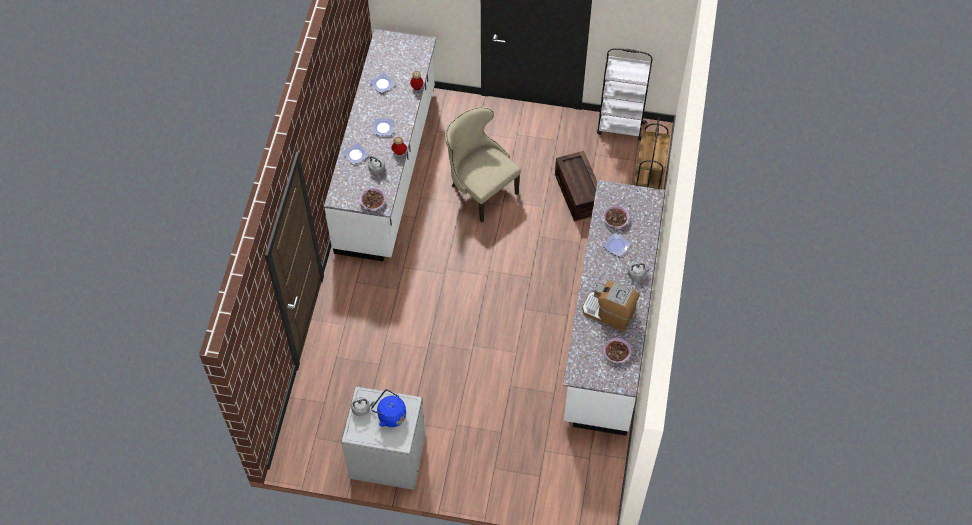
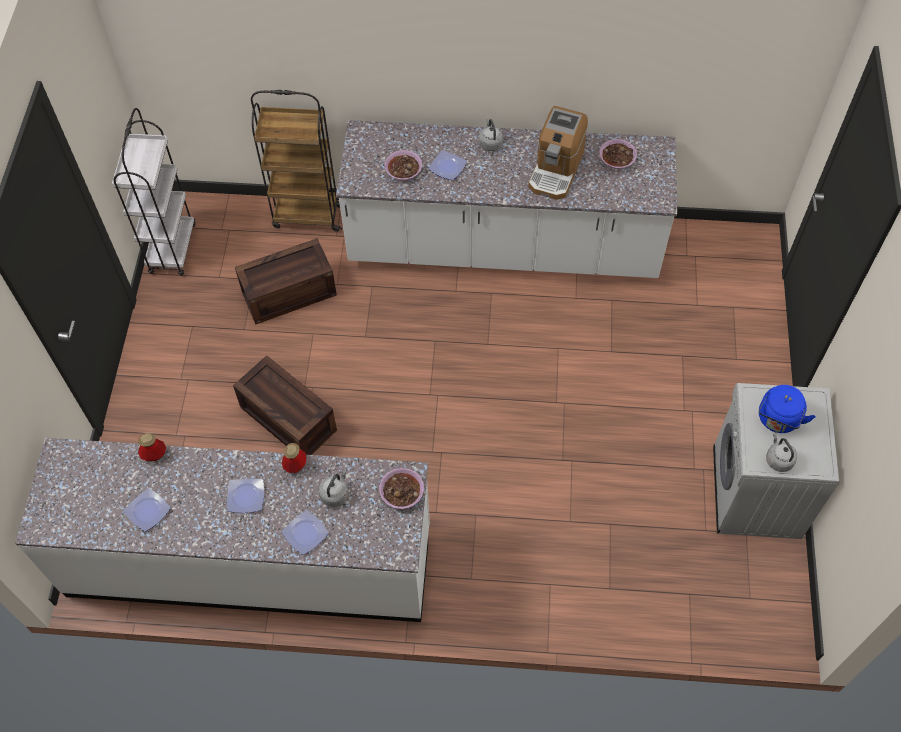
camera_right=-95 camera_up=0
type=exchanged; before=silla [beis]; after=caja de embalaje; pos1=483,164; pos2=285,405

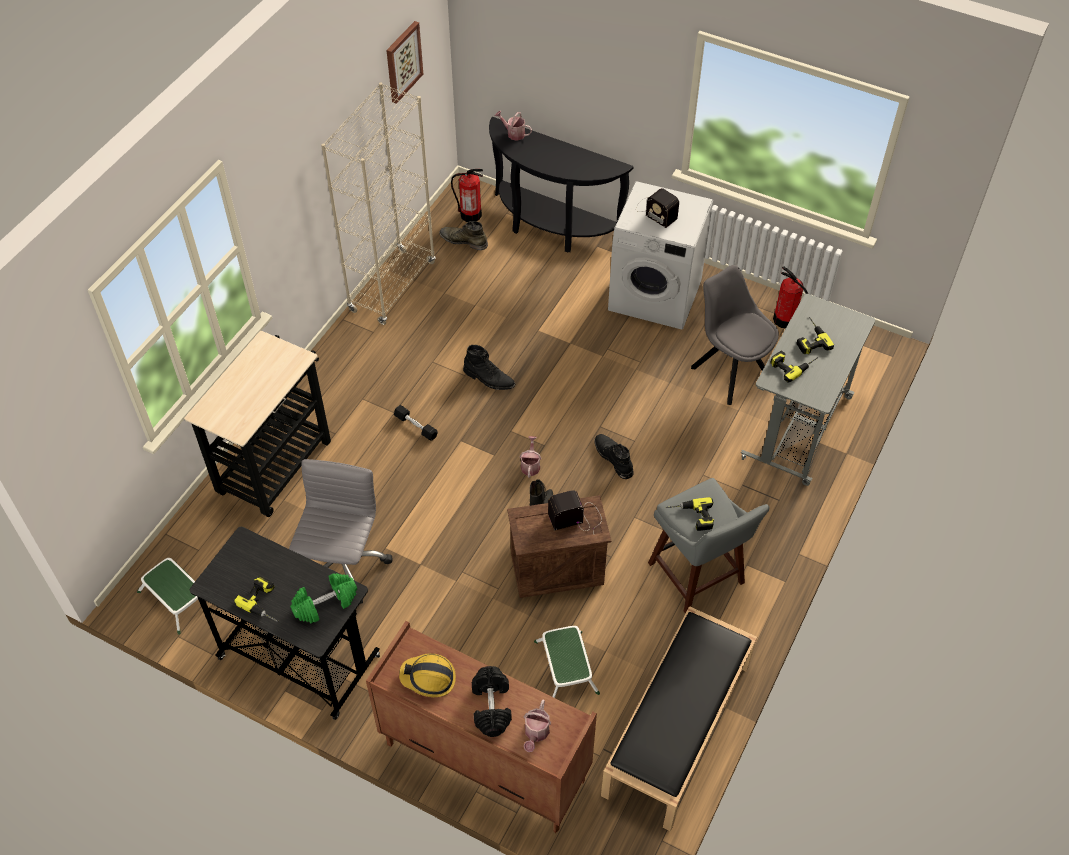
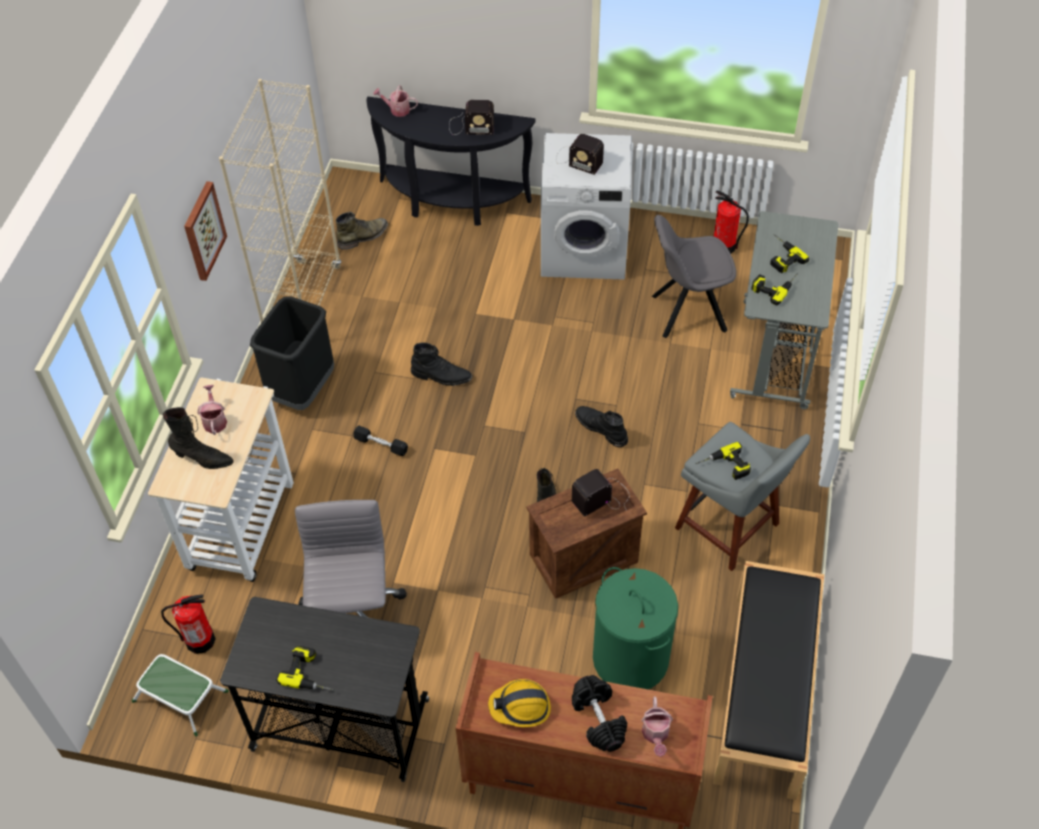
camera_right=-15 camera_up=0
type=colour; before=carrito [negro]; after=carrito [blanco]; pos1=257,424; pos2=221,480
type=missing; before=mancuerna [verde]; pos1=323,598
type=relocated; before=cuadro; pos1=404,62; pos2=205,231
type=spun; before=bota [verde]; pos1=463,235; pos2=362,230; turn=135
type=relocated; before=extintor; pos1=467,195; pos2=188,624
type=relocated; before=regadera; pos1=530,457; pos2=212,410
type=exchanged; before=escalera de tijera [verde]; after=cesto de la ropa [verde]; pos1=567,662; pos2=635,628
type=spun; before=silla [gris]; pos1=735,335; pos2=694,276; turn=-45
type=appeared; after=bota [negro]; pos2=198,438
type=appeared; after=papelera [negro]; pos2=292,353
type=appeared; after=radio; pos2=471,117

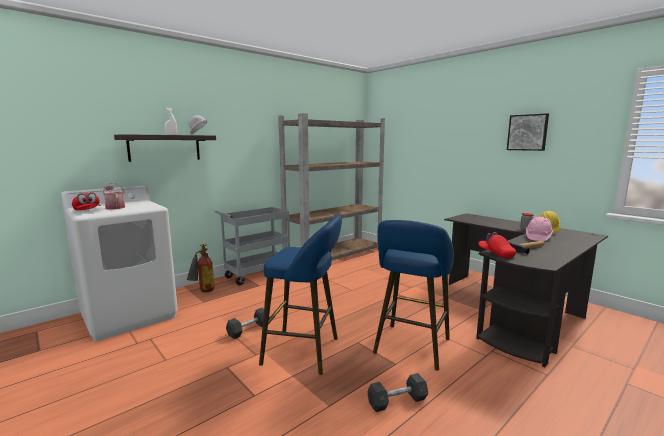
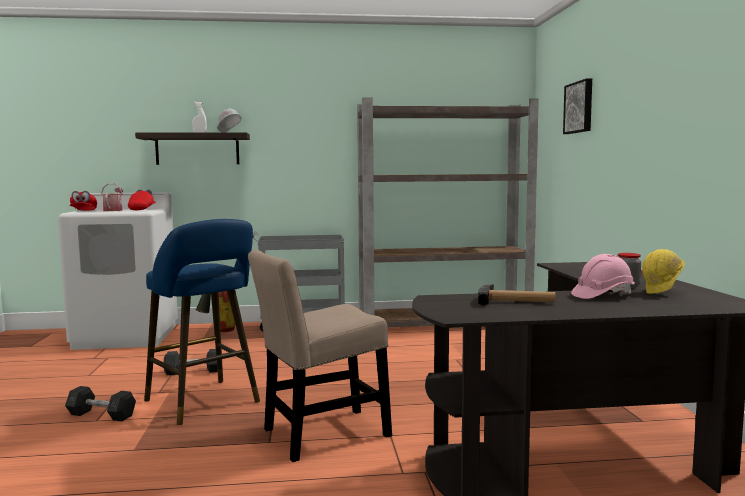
camera_right=35 camera_up=-5
type=relocated; before=mancuerna [gris]; pos1=397,392; pos2=100,403
type=exchanged; before=taburete [azul]; after=silla [beis]; pos1=413,295; pos2=320,356
type=relocated; before=gorra [rojo]; pos1=497,245; pos2=142,199
type=relocated; before=cuadro; pos1=528,132; pos2=577,106

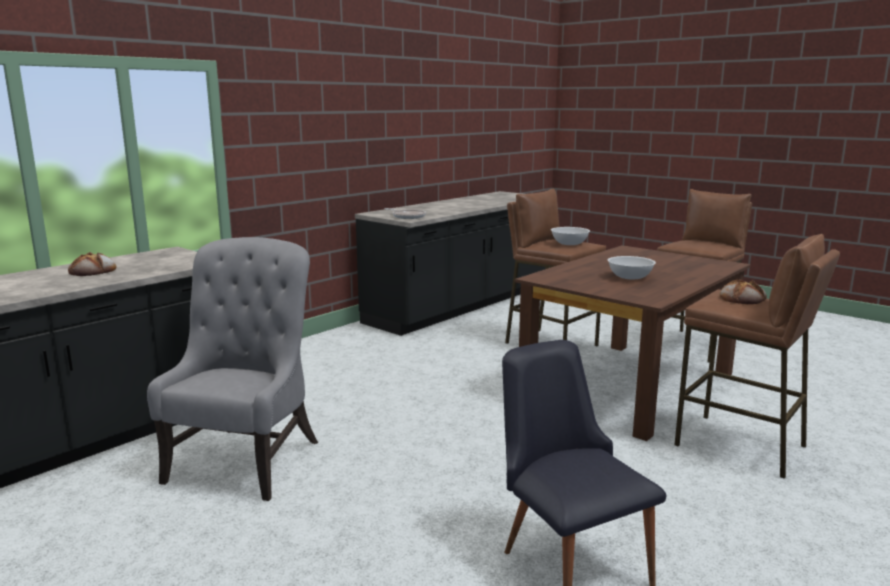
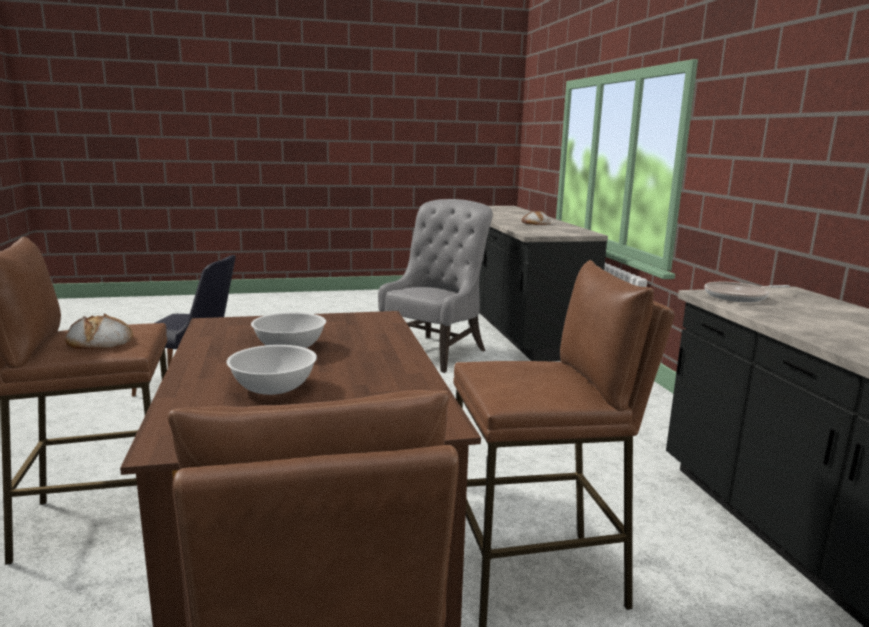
camera_right=125 camera_up=0
type=spun; before=silla [gris]; pos1=232,369; pos2=435,286; turn=-105
type=relocated; before=cuenco [blanco]; pos1=570,236; pos2=272,370

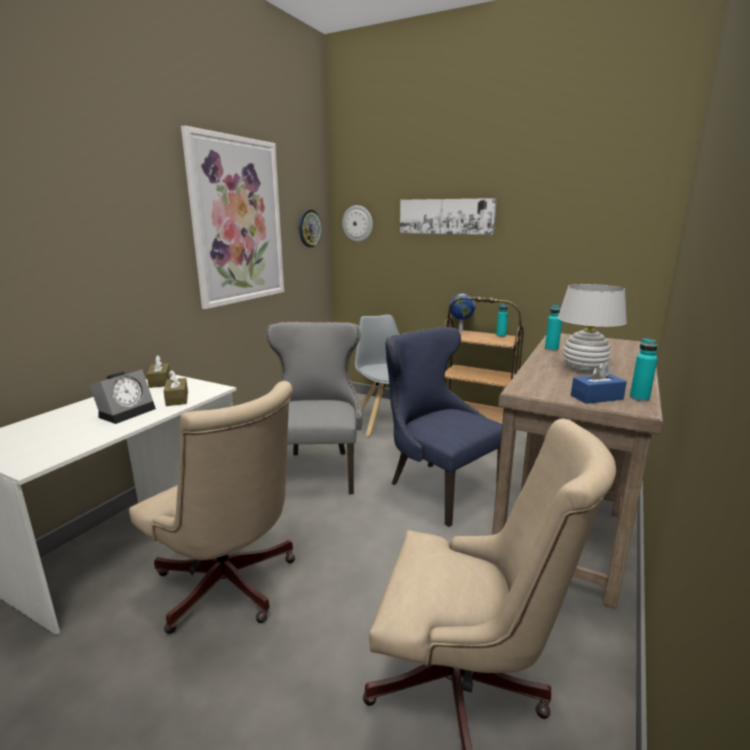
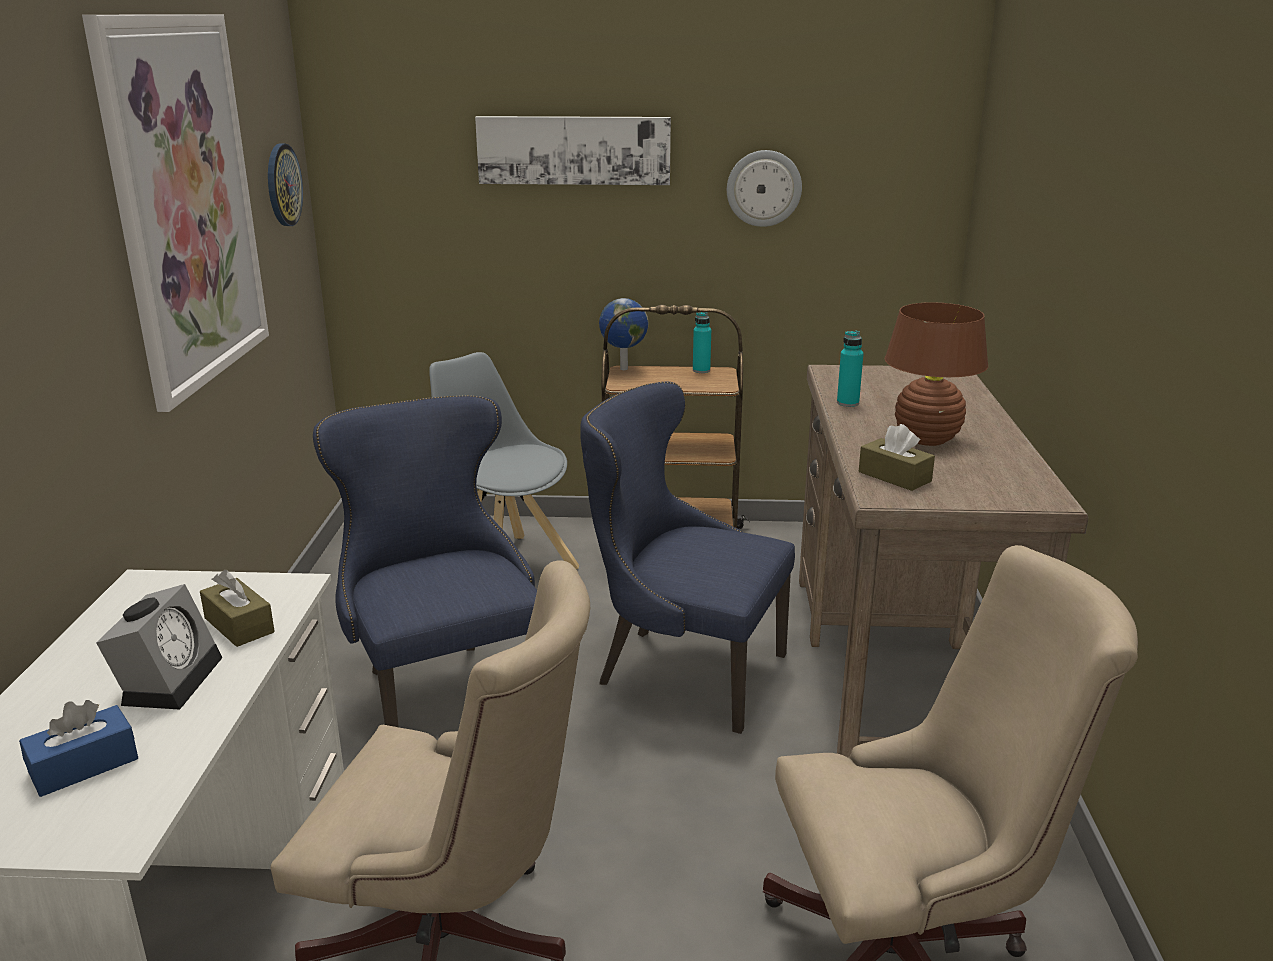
camera_right=-25 camera_up=5
type=relocated; before=caja de pañuelos [marrón]; pos1=159,371; pos2=897,457
type=colour; before=silla [gris]; after=silla [azul]; pos1=314,408; pos2=425,561
type=relocated; before=reloj de pared; pos1=357,223; pos2=764,188
type=colour; before=lámpara de mesa [blanco]; after=lámpara de mesa [marrón]; pos1=592,328; pos2=936,374
type=relocated; before=caja de pañuelos [azul]; pos1=599,383; pos2=78,748
type=missing; before=botella [turquesa]; pos1=644,369

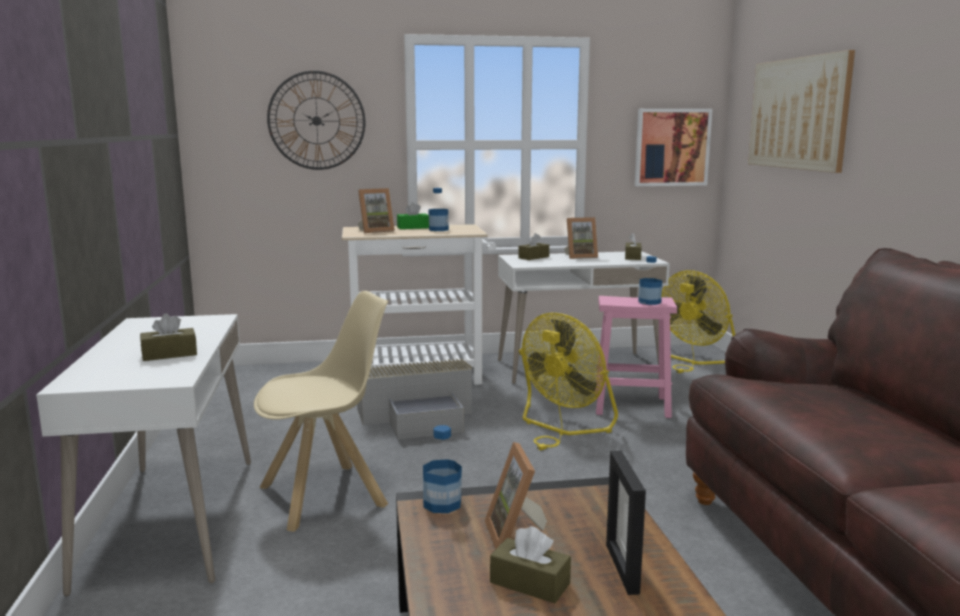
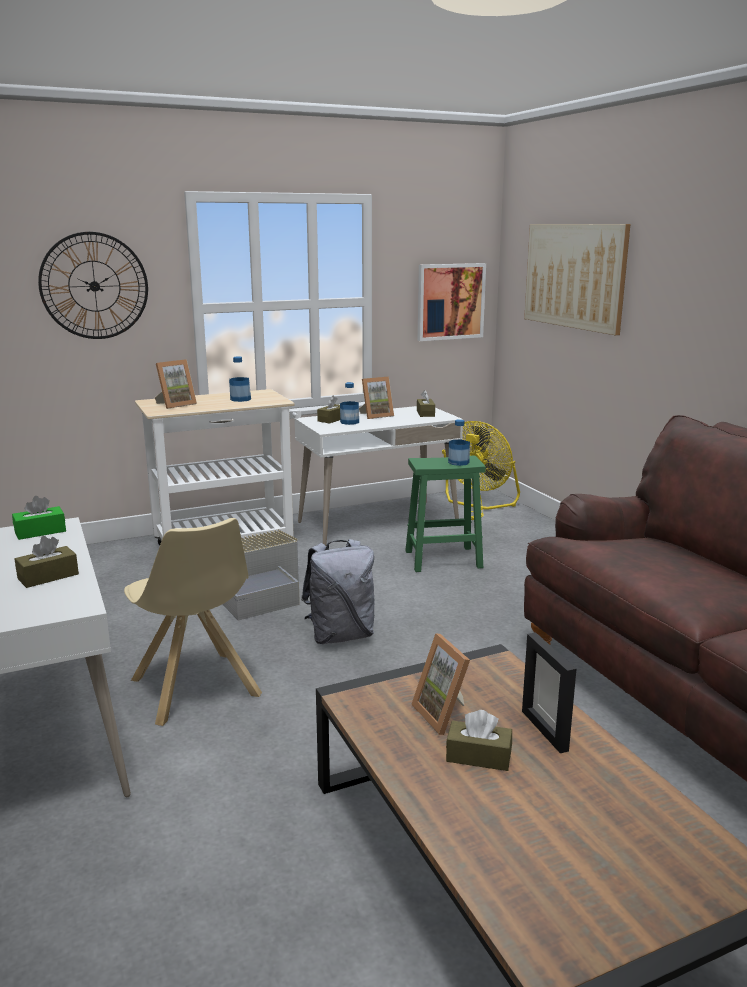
camera_right=-15 camera_up=5
type=spun; before=silla [beis]; pos1=321,411; pos2=193,622; turn=105
type=relocated; before=caja de pañuelos [verde]; pos1=413,215; pos2=39,518
type=relocated; before=botella; pos1=442,469; pos2=349,403
type=missing; before=ventilador [amarillo]; pos1=568,381
type=colour; before=taburete [rosa]; after=taburete [verde]; pos1=636,357; pos2=445,514
type=appeared; after=mochila [gris]; pos2=337,591

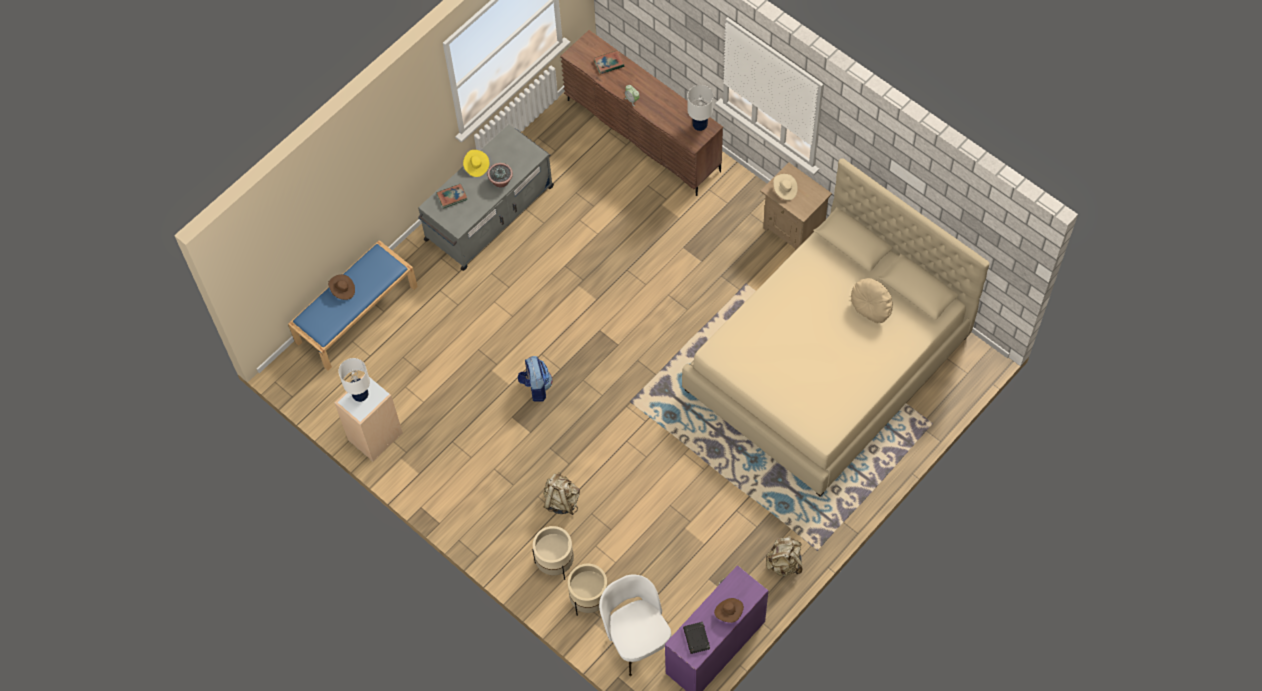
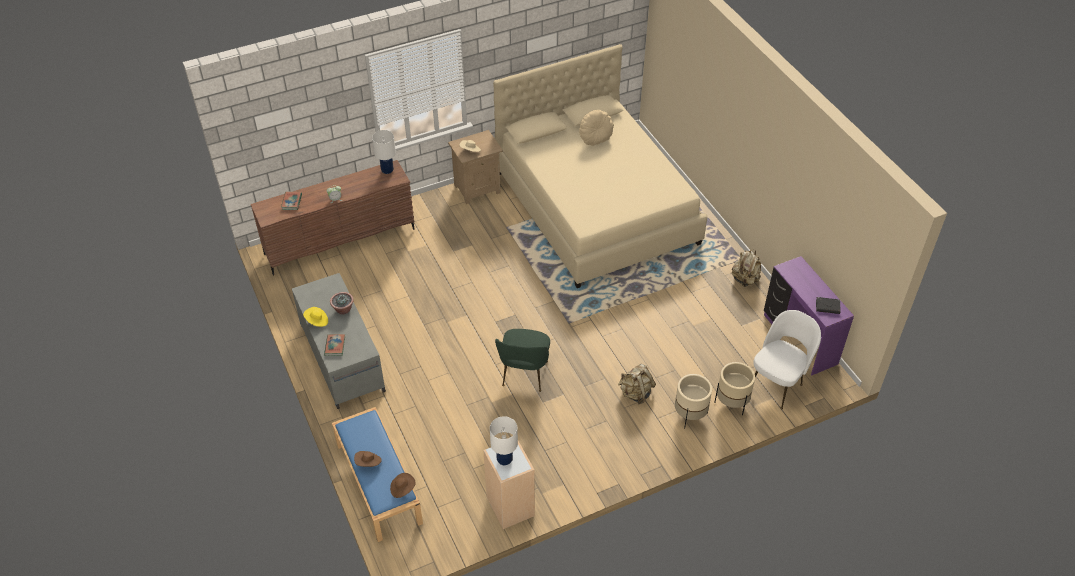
camera_right=-70 camera_up=-15
type=exchanged; before=mochila; after=silla [verde]; pos1=535,379; pos2=522,360
type=spun; before=silla [blanco]; pos1=635,625; pos2=787,359; turn=135
type=relocated; before=sombrero [marrón]; pos1=729,610; pos2=402,485

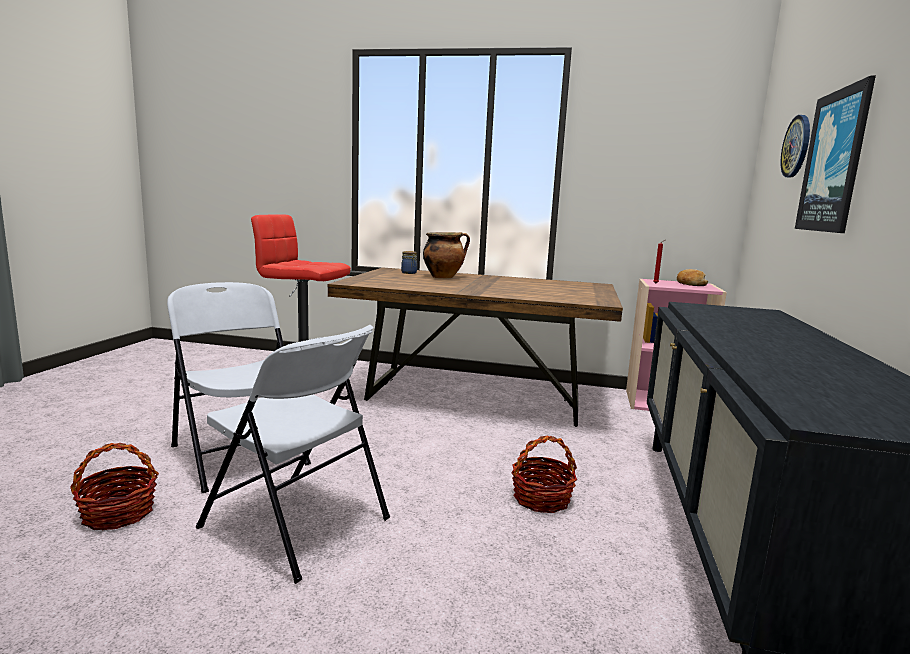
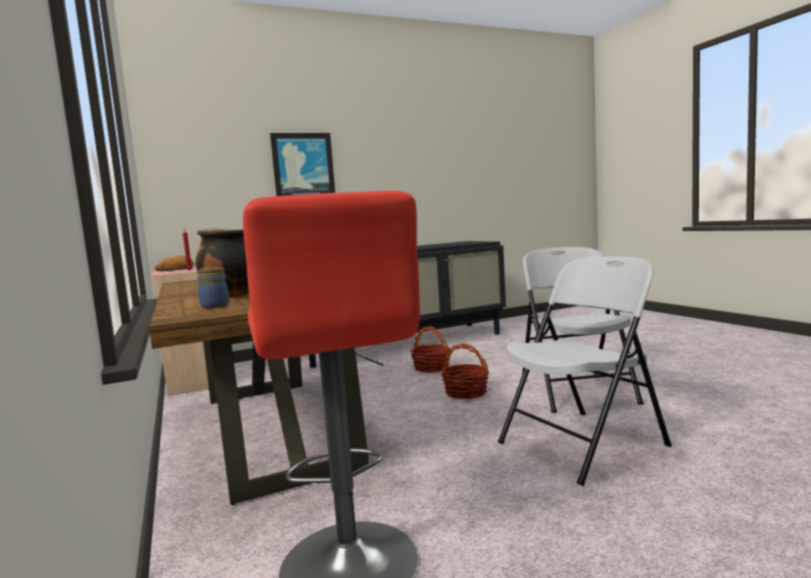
camera_right=-125 camera_up=-5
type=relocated; before=cesta; pos1=114,486; pos2=465,371
type=spun; before=silla [blanco]; pos1=239,387; pos2=585,371; turn=-135
type=missing; before=reloj de pared; pos1=795,146

